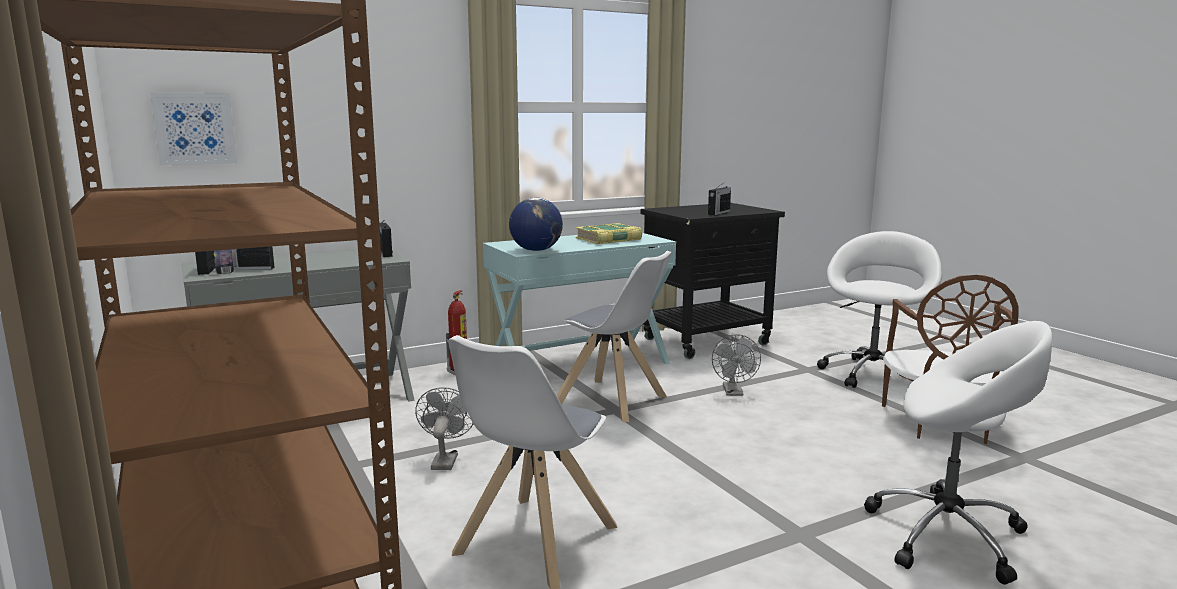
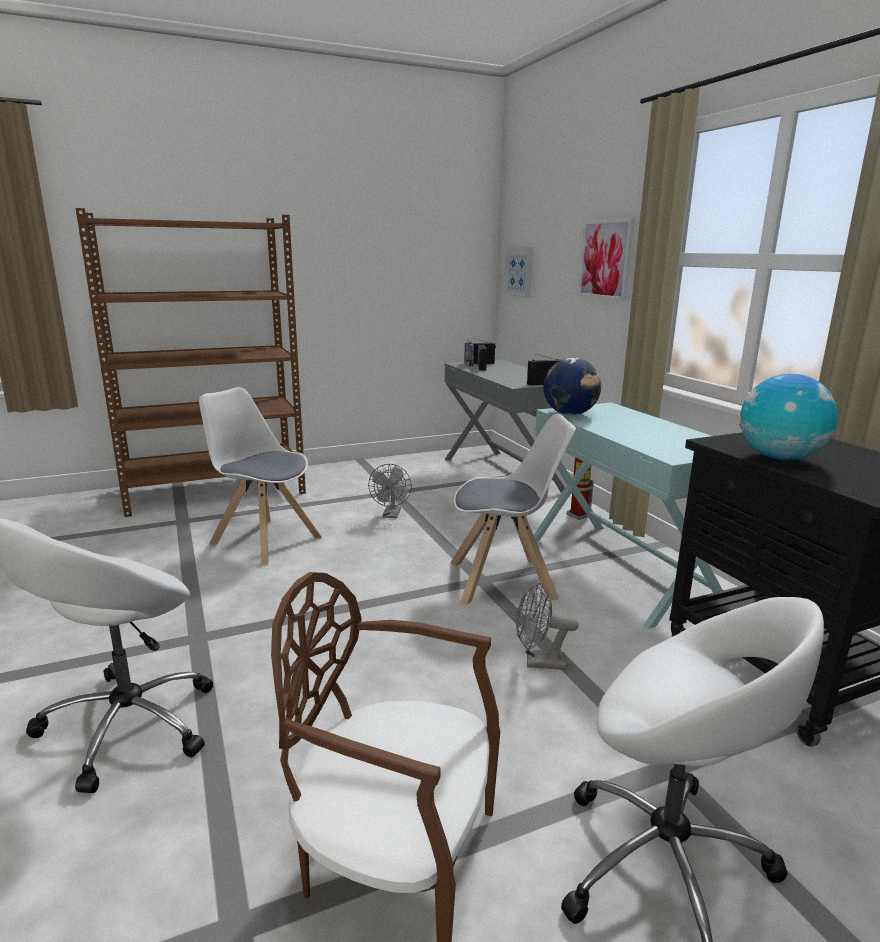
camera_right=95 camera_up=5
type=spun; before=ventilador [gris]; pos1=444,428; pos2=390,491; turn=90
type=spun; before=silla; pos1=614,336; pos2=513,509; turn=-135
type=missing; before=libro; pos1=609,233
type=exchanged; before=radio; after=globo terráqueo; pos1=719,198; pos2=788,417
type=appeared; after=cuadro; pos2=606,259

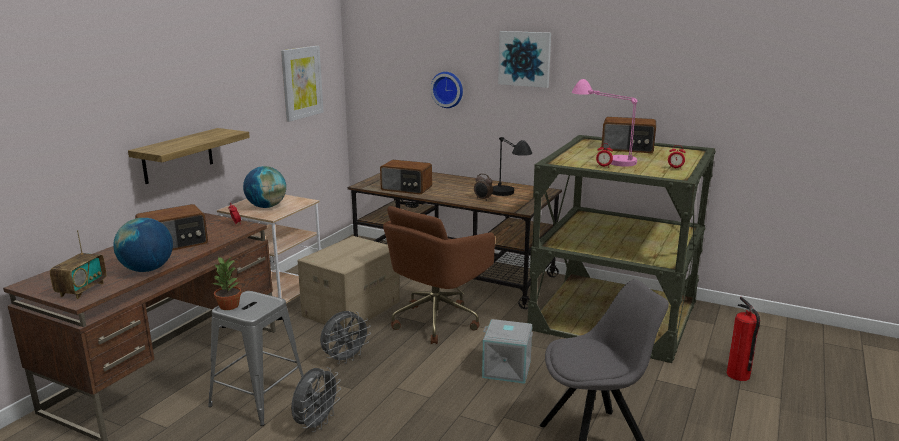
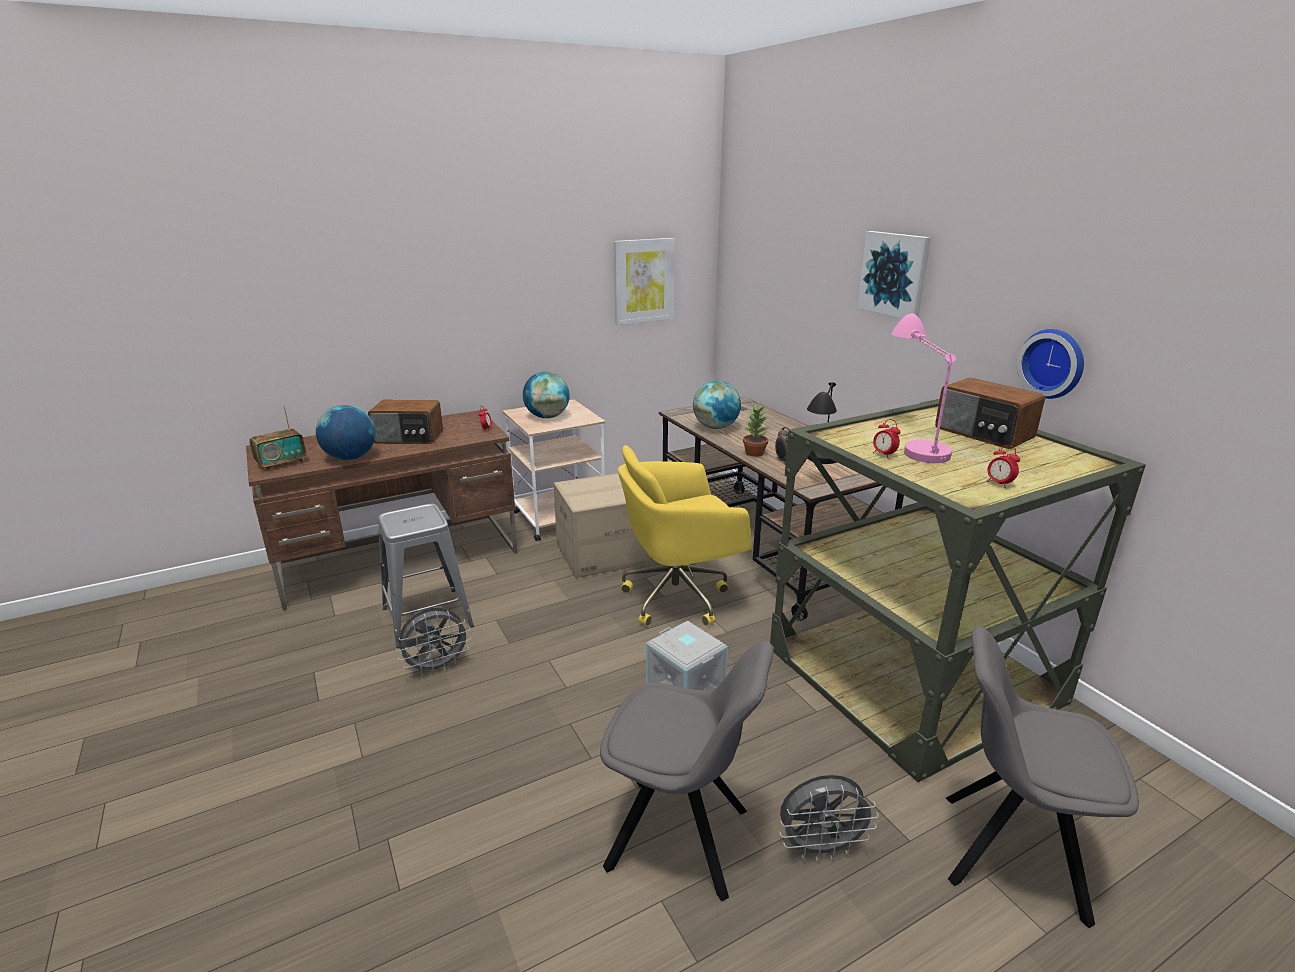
camera_right=35 camera_up=5
type=missing; before=estante; pos1=189,156
type=relocated; before=planta en maceta; pos1=226,283; pos2=755,430
type=relocated; before=ventilador [gris]; pos1=345,337; pos2=829,818
type=exchanged; before=radio; after=globo terráqueo; pos1=406,177; pos2=717,405
type=colour; before=silla de oficina [marrón]; after=silla de oficina [amarillo]; pos1=439,275; pos2=685,535
type=relocated; before=reloj de pared; pos1=446,90; pos2=1050,364
type=exchanged; before=extintor; after=silla [gris]; pos1=743,339; pos2=1042,777

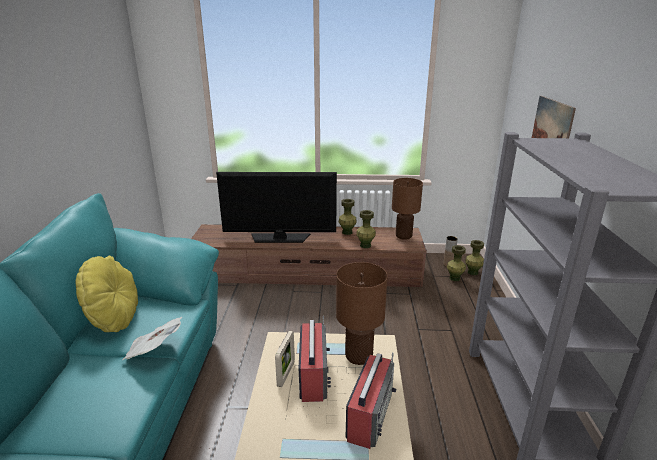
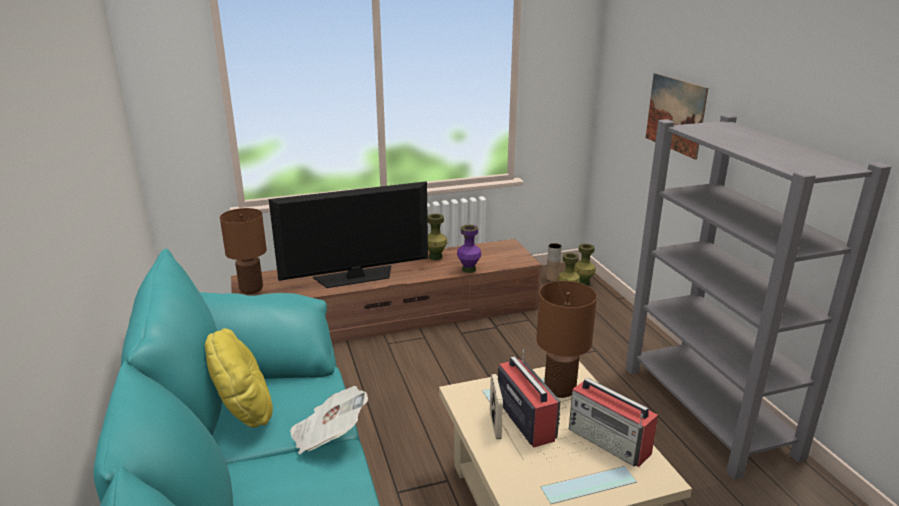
camera_right=-20 camera_up=0
type=spun; before=radio; pos1=371,400; pos2=613,422; turn=135
type=colour; before=florero [verde]; after=florero [morado]; pos1=366,229; pos2=469,249
type=relocated; before=lámpara de mesa [marrón]; pos1=407,209; pos2=243,251

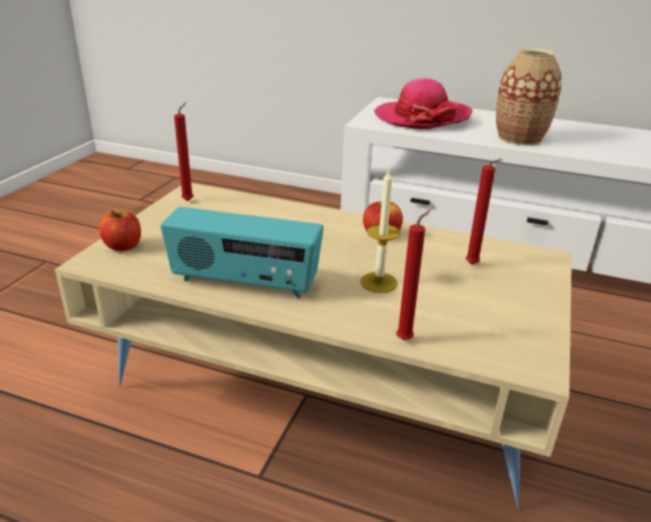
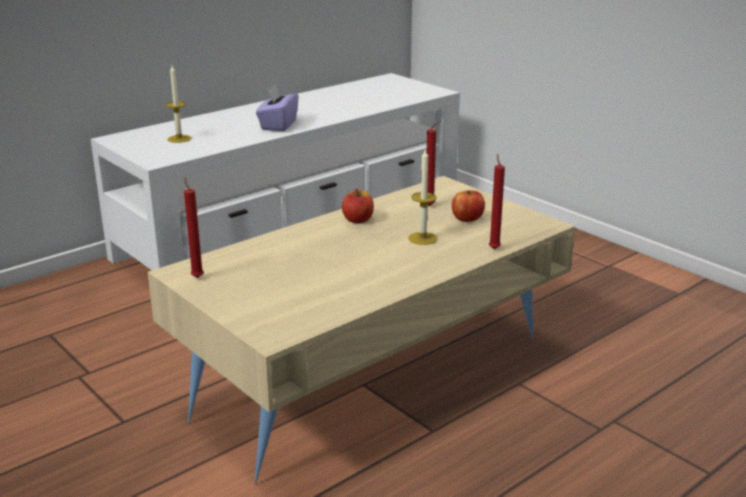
camera_right=-60 camera_up=-5
type=relocated; before=manzana; pos1=120,230; pos2=468,206
type=missing; before=radio; pos1=242,252
type=exchanged; before=sombrero; after=vela; pos1=423,103; pos2=178,104
type=exchanged; before=florero; after=caja de pañuelos [morado]; pos1=529,97; pos2=277,107

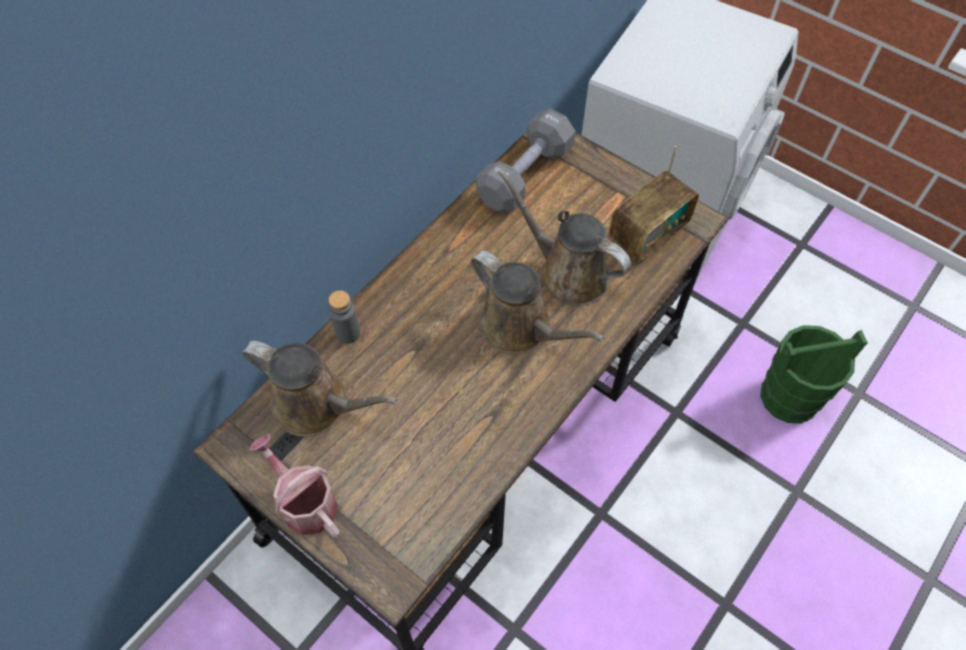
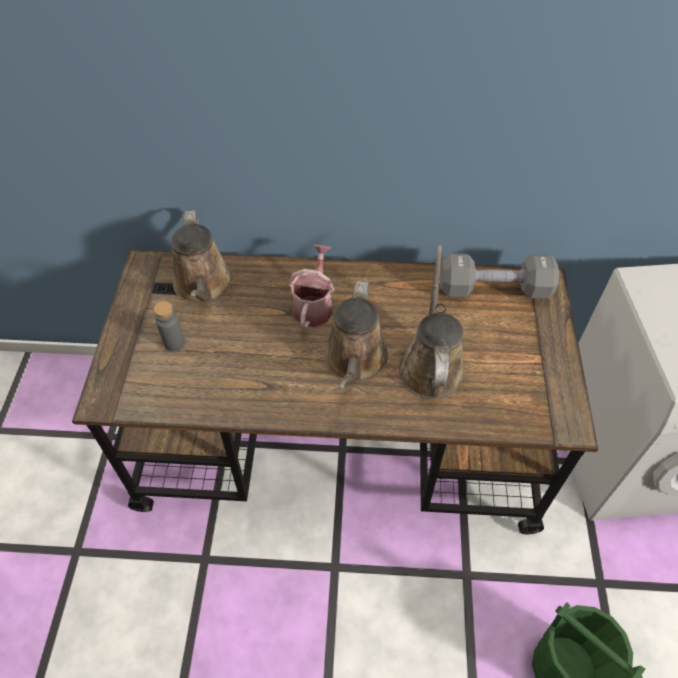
camera_right=55 camera_up=-5
type=relocated; before=regadera; pos1=294,486; pos2=311,286
type=relocated; before=botella [gris]; pos1=344,317; pos2=169,326
type=missing; before=radio; pos1=654,204

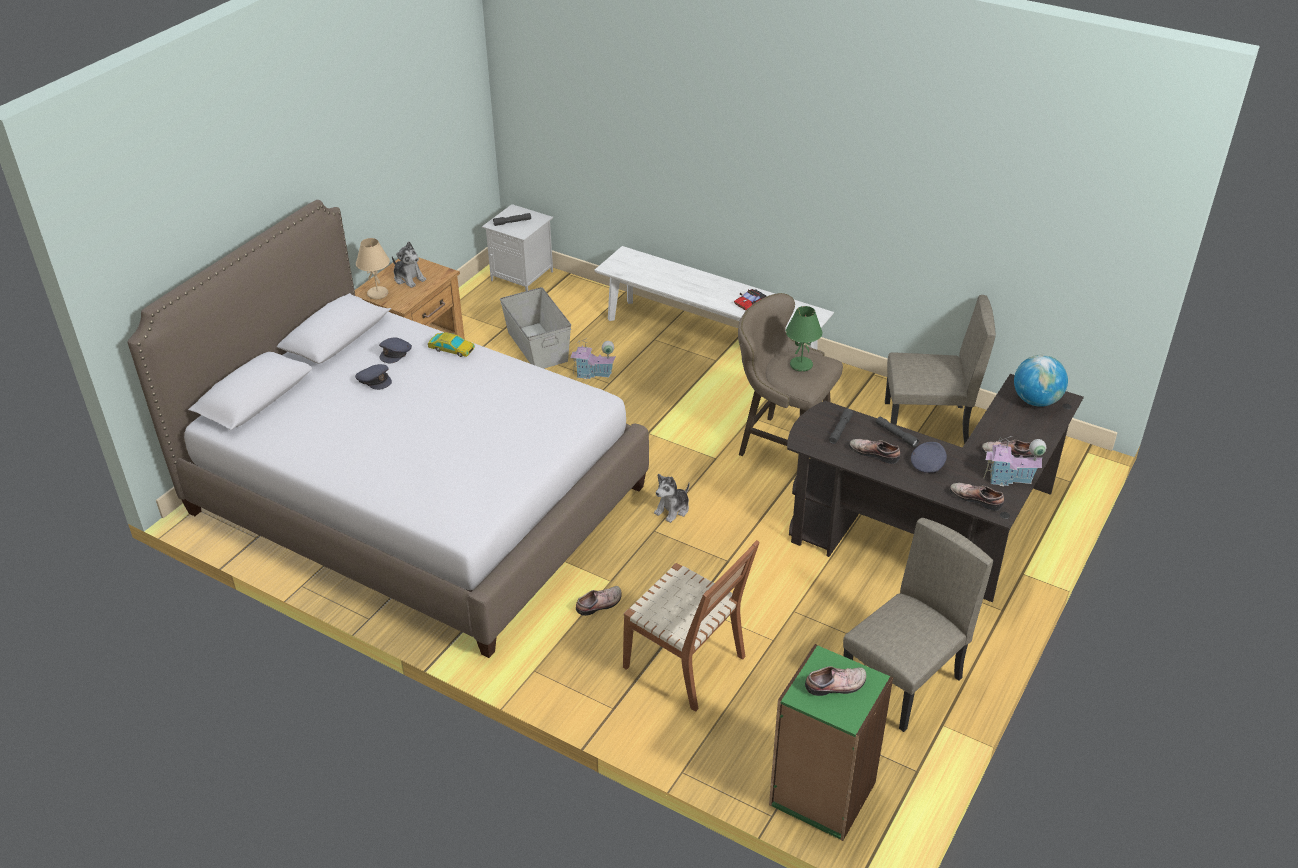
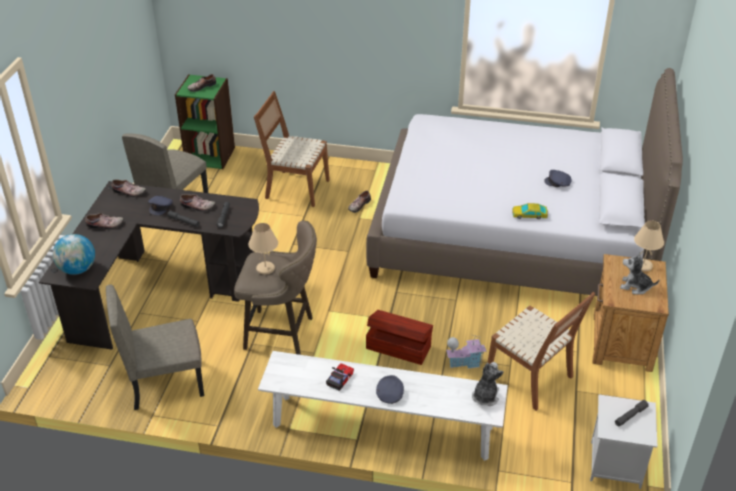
camera_right=160 camera_up=0
type=relocated; before=gorra [gris]; pos1=395,350; pos2=390,389
type=exchanged; before=caja de almacenaje [gris]; after=silla; pos1=535,328; pos2=541,351
type=relocated; before=peluche; pos1=671,498; pos2=488,384
type=colour; before=lámpara de mesa [verde]; after=lámpara de mesa [beis]; pos1=804,339; pos2=263,249
type=missing; before=casita; pos1=1015,461
type=appeared; after=caja de almacenaje [marrón]; pos2=399,337

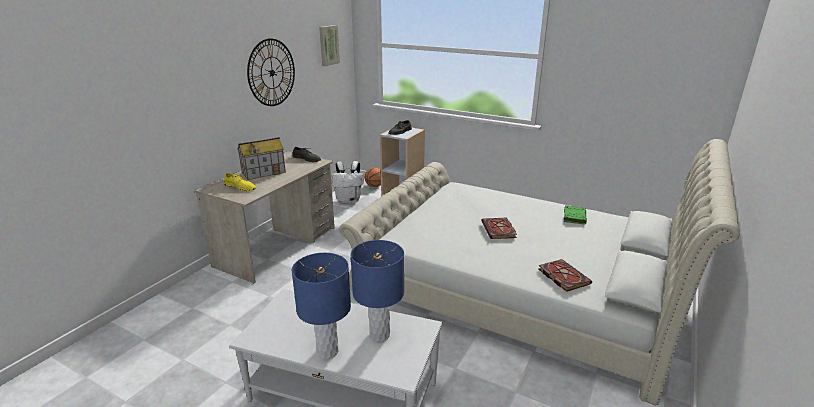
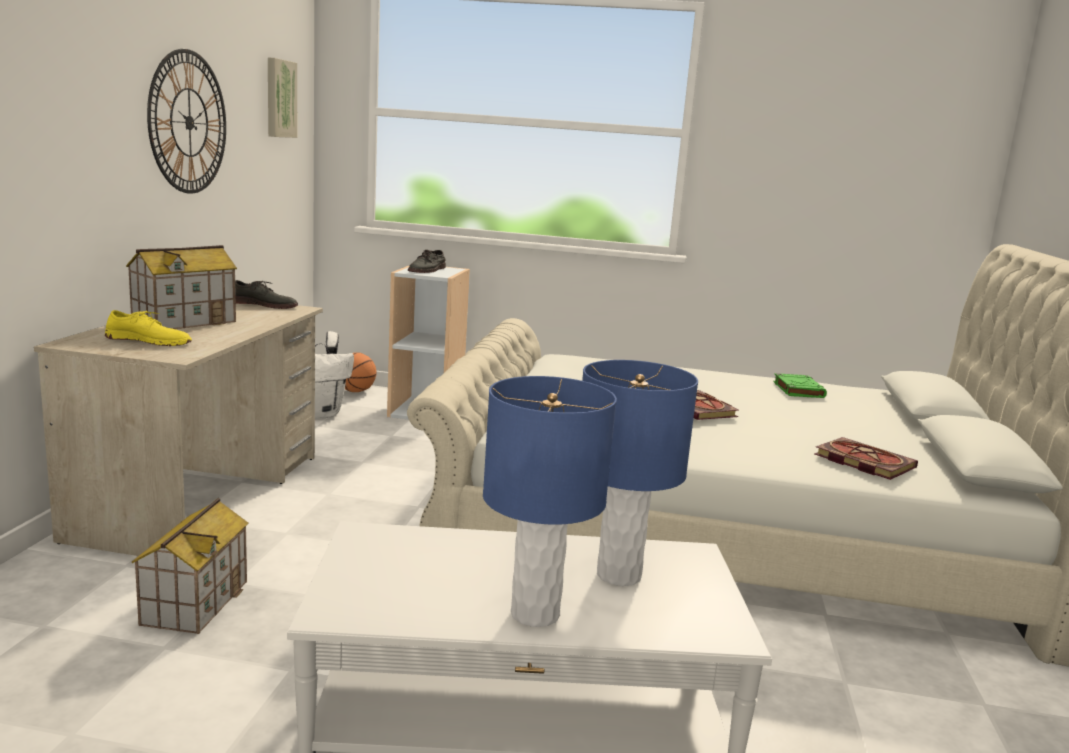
camera_right=-20 camera_up=-10
type=appeared; after=casita; pos2=190,566

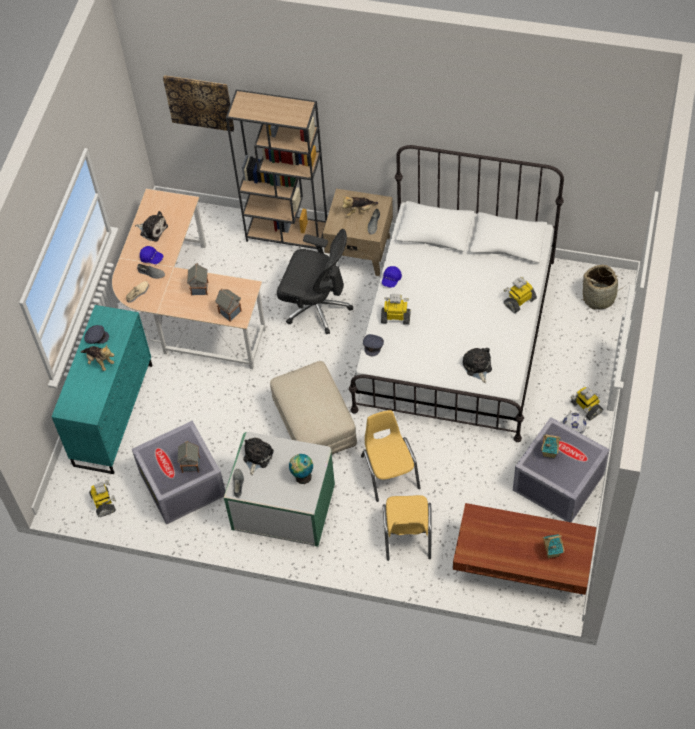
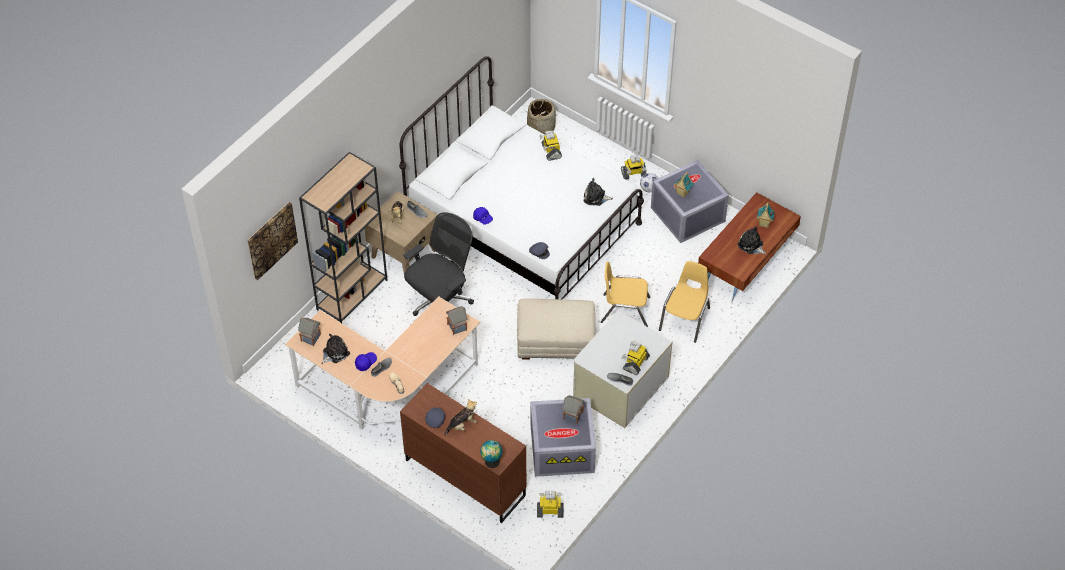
camera_right=-70 camera_up=-5
type=colour; before=cómoda [turquesa]; after=cómoda [marrón]; pos1=102,389; pos2=463,453
type=relocated; before=casita; pos1=197,279; pos2=309,331
type=colour; before=mesita de noche [verde]; after=mesita de noche [beis]; pos1=279,489; pos2=623,369
type=relocated; before=peluche; pos1=258,456; pos2=752,240
type=relocated; before=globo terráqueo; pos1=301,469; pos2=491,454
type=relocated; before=robot de juguete; pos1=396,309; pos2=636,358
type=spun; before=silla [amarillo]; pos1=407,528; pos2=684,302; turn=-90

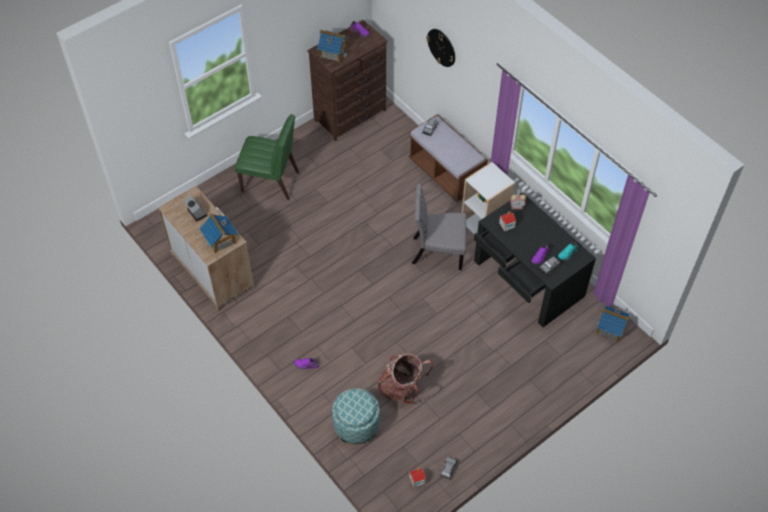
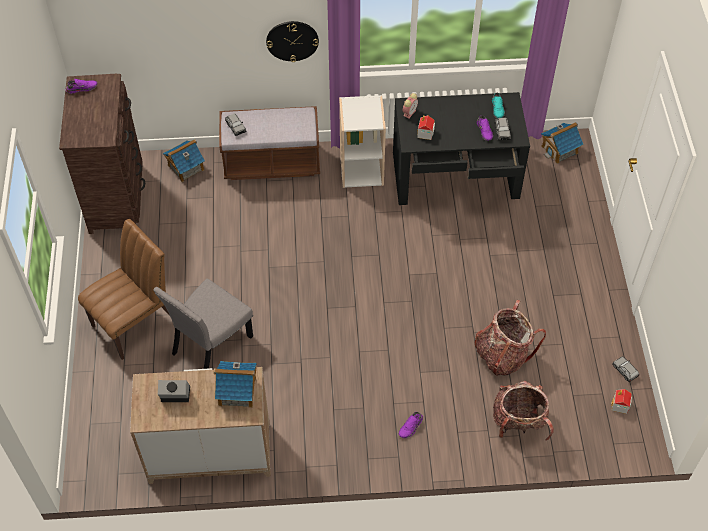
camera_right=-55 camera_up=0
type=colour; before=silla [verde]; after=silla [marrón]; pos1=267,157; pos2=123,289
type=relocated; before=casita; pos1=332,46; pos2=184,160
type=exchanged; before=puf; after=mochila; pos1=356,416; pos2=523,410
type=relocated; before=silla [gris]; pos1=439,227; pos2=203,323
type=relocated; before=reloj de pared; pos1=440,48; pos2=292,41

